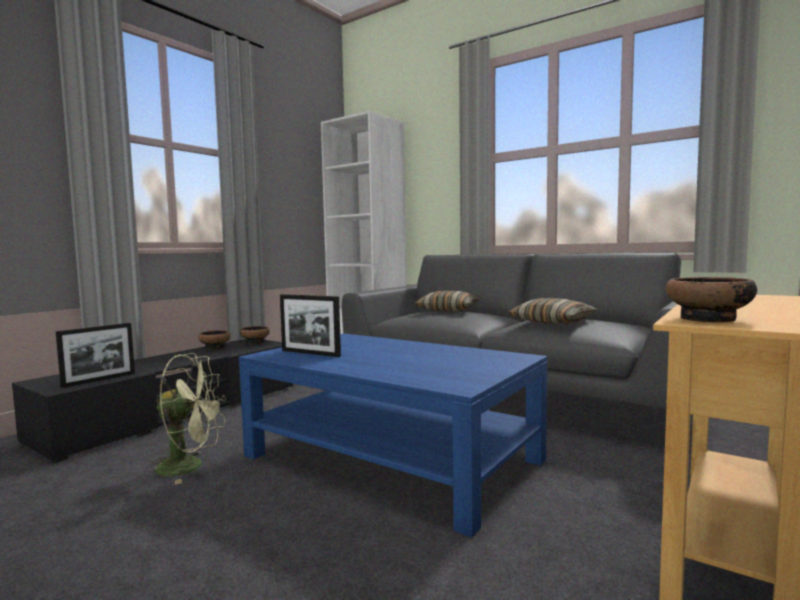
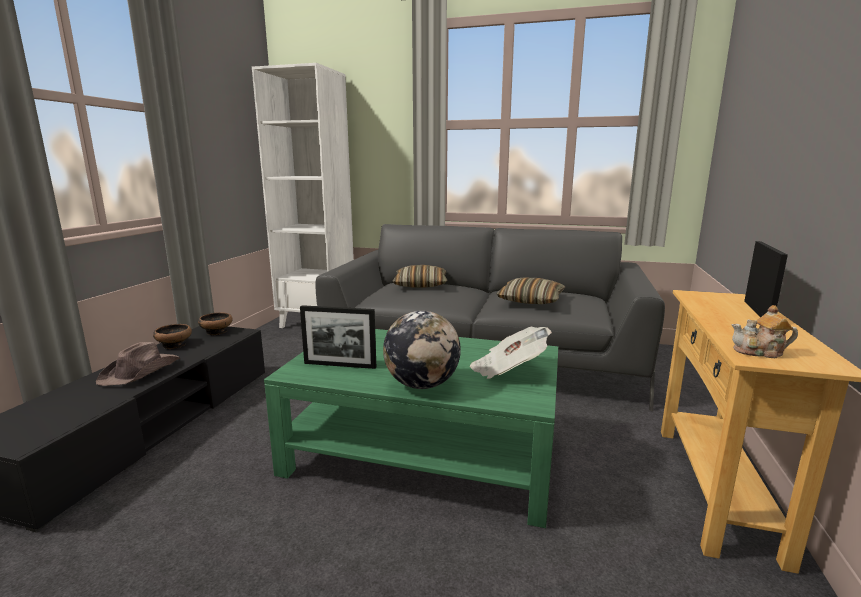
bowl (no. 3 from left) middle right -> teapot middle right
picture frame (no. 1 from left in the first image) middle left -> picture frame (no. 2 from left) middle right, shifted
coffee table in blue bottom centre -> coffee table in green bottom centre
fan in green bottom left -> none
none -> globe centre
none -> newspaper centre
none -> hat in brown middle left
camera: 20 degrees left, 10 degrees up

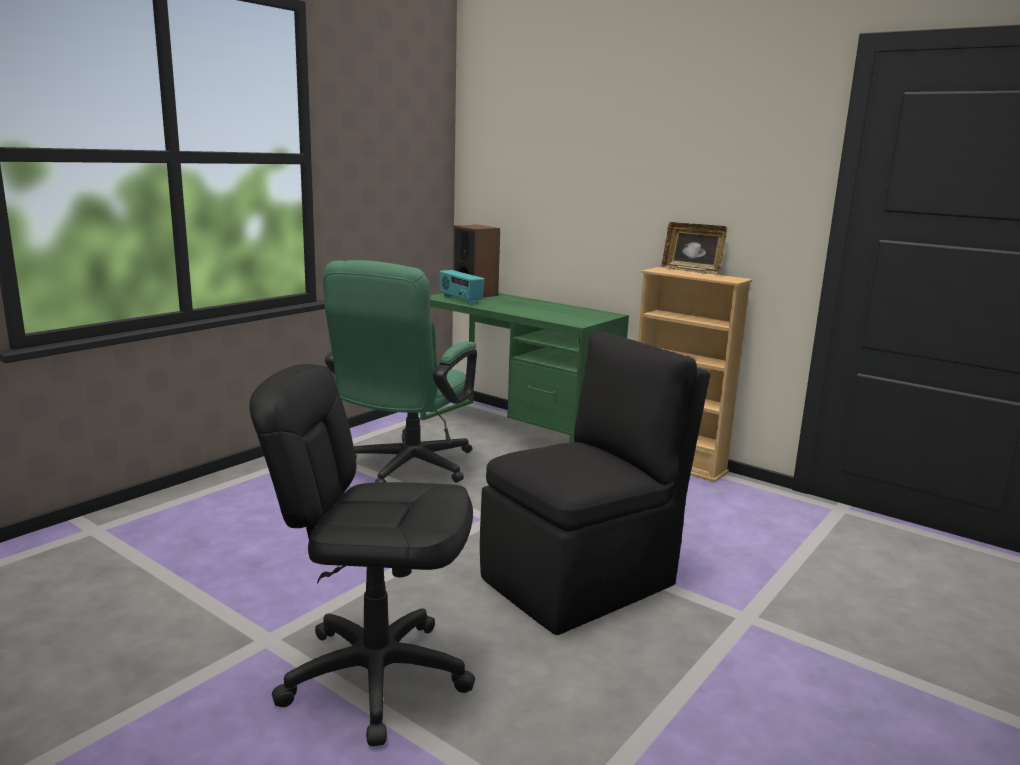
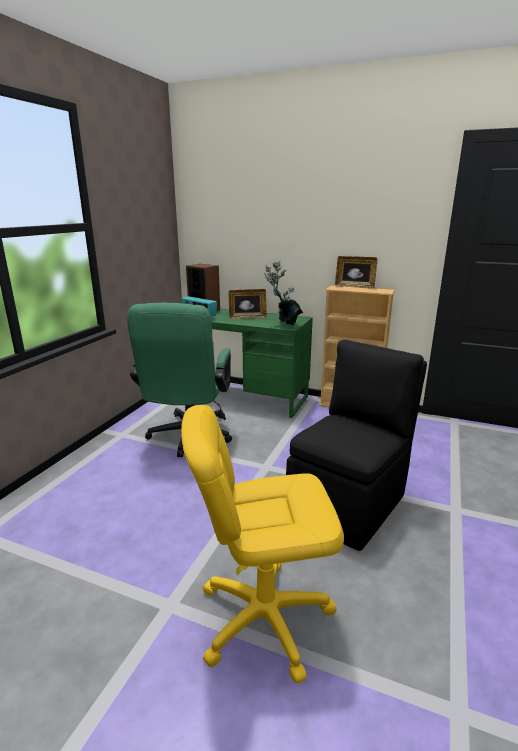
office chair in black bottom centre -> office chair in yellow bottom centre
none -> potted plant centre
none -> picture frame (no. 1 from left) centre
camera: 15 degrees left, 5 degrees up

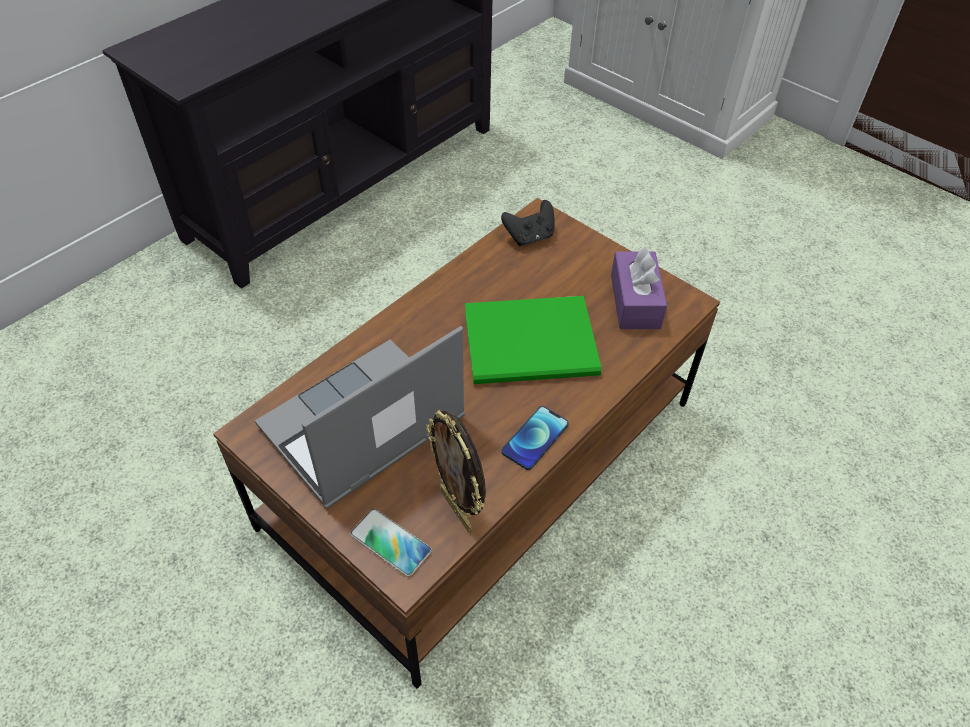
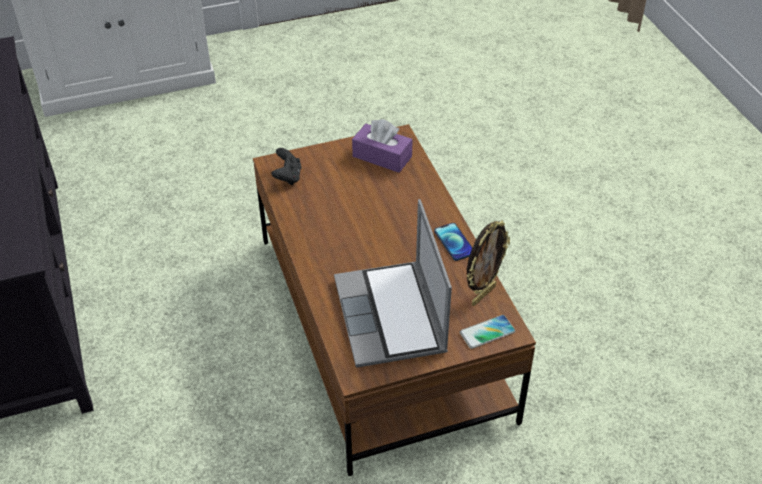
book in green centre -> none
picture frame centre, 45 degrees counterclockwise
camera: 60 degrees left, 5 degrees down

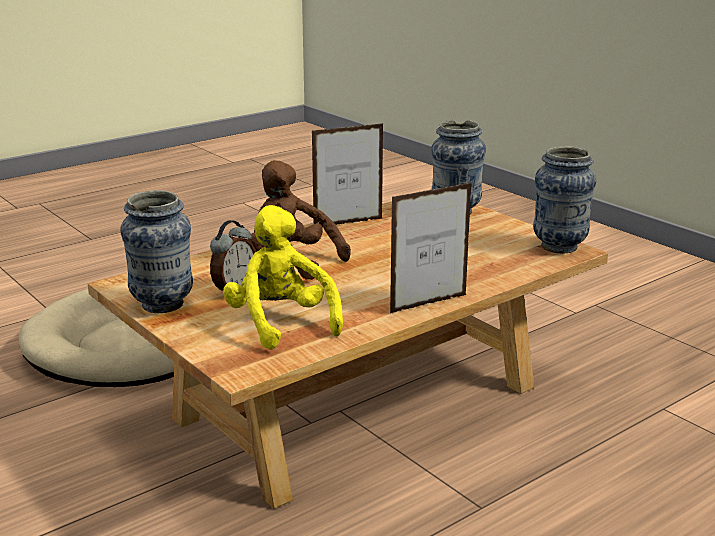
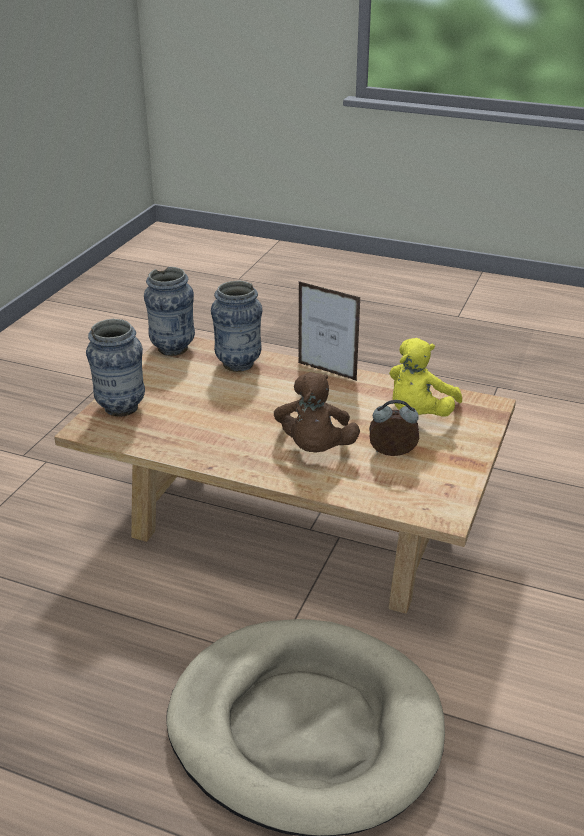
picture frame (no. 1 from left) top centre -> none
vase (no. 1 from left in the first image) middle left -> vase (no. 3 from left) centre, shifted
camera: 120 degrees left, 10 degrees up

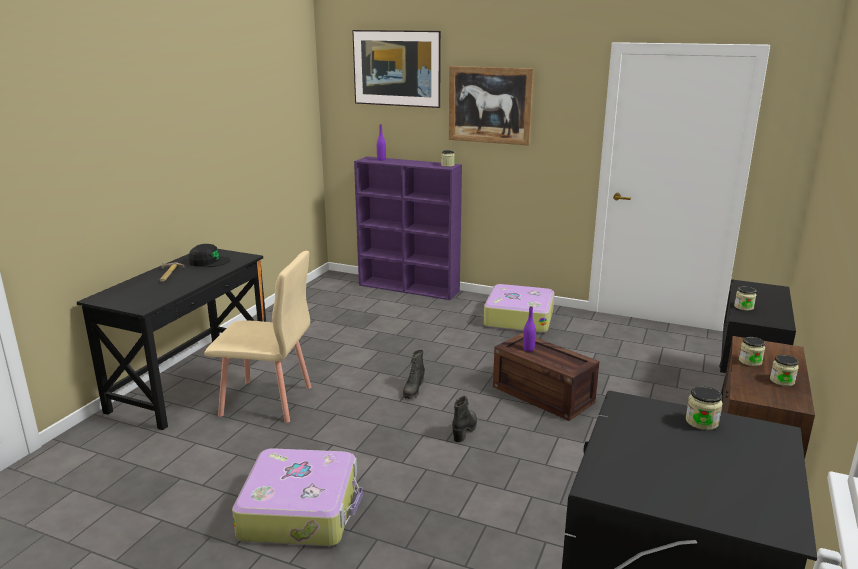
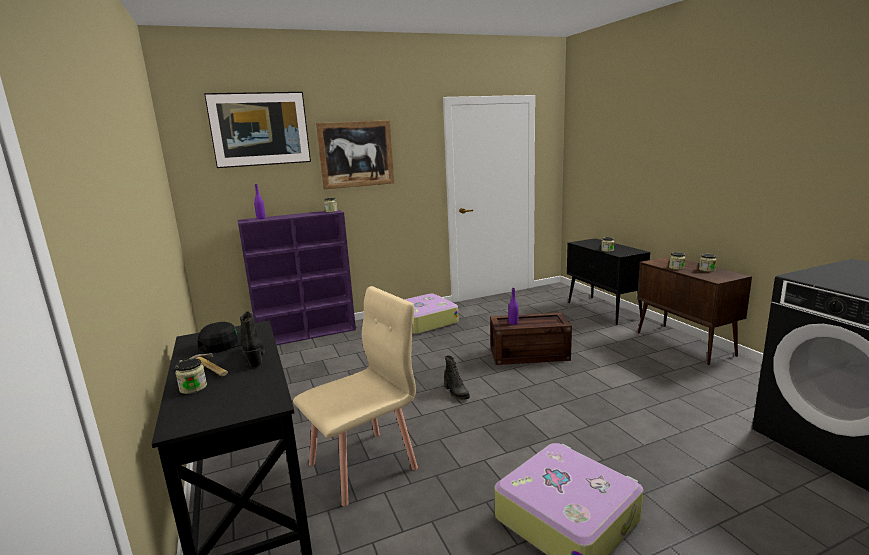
jar (no. 2 from left in the first image) bottom right -> jar (no. 1 from left) bottom left, shifted
boot in black (no. 2 from left in the first image) bottom centre -> boot in black (no. 1 from left) middle left, shifted
camera: 45 degrees left, 5 degrees down

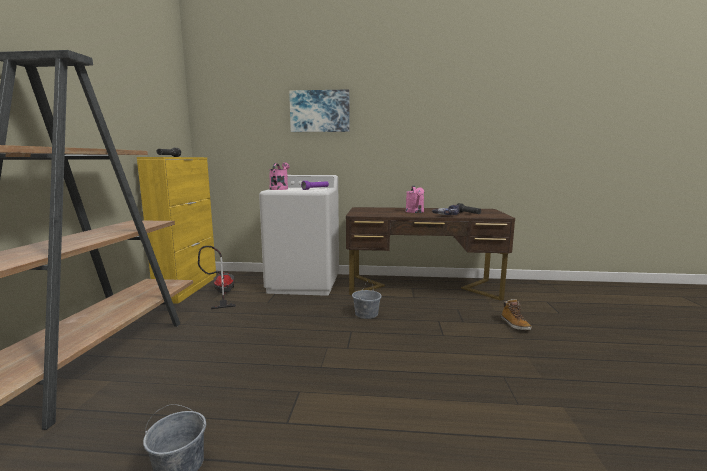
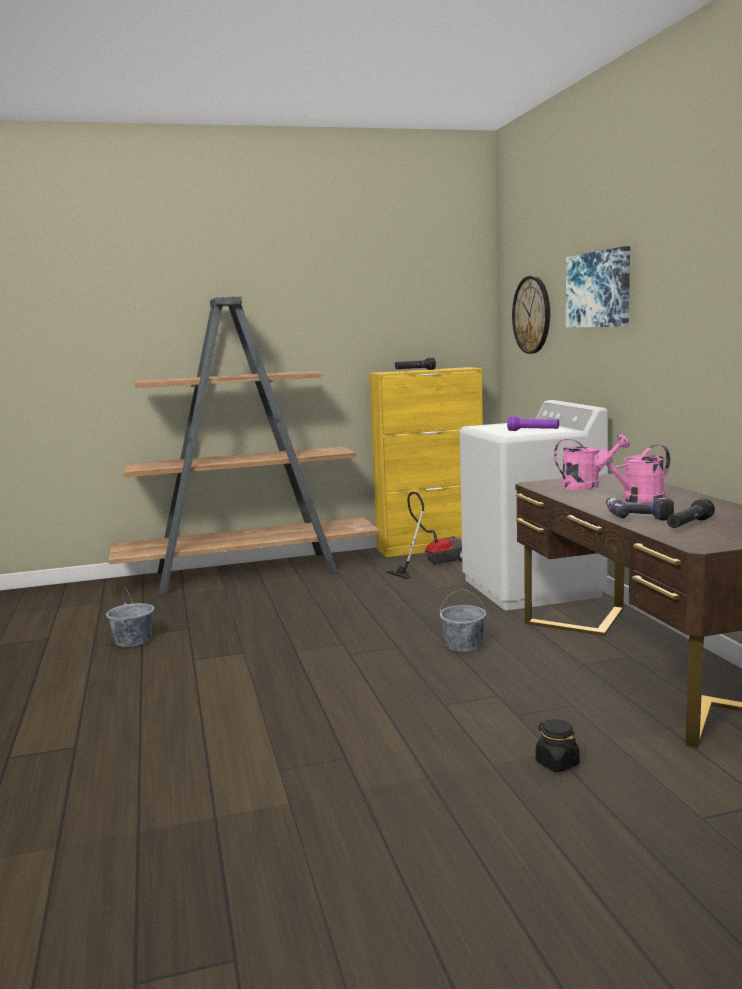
watering can in pink (no. 1 from left) centre -> watering can in pink (no. 1 from left) middle right, shifted
boot bottom right -> jar in black bottom right
none -> wall clock top right
camera: 70 degrees right, 0 degrees up

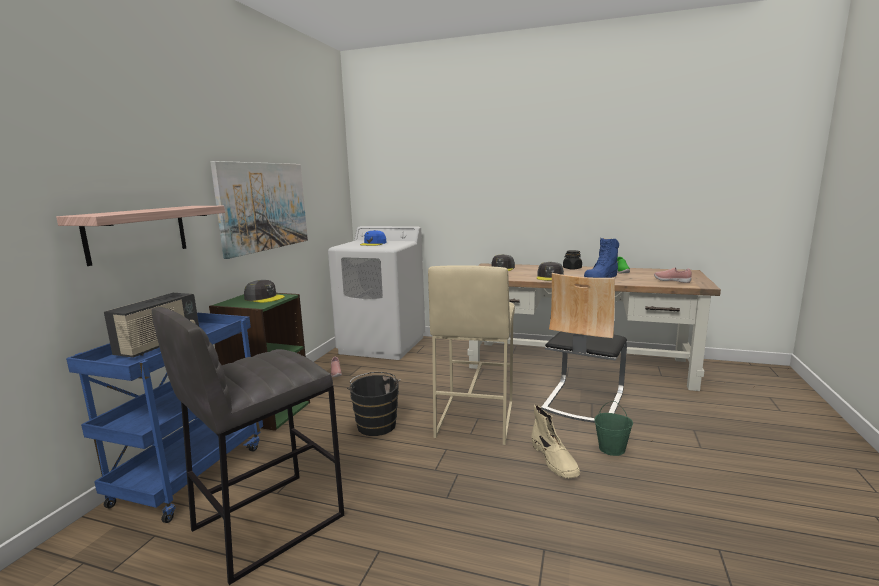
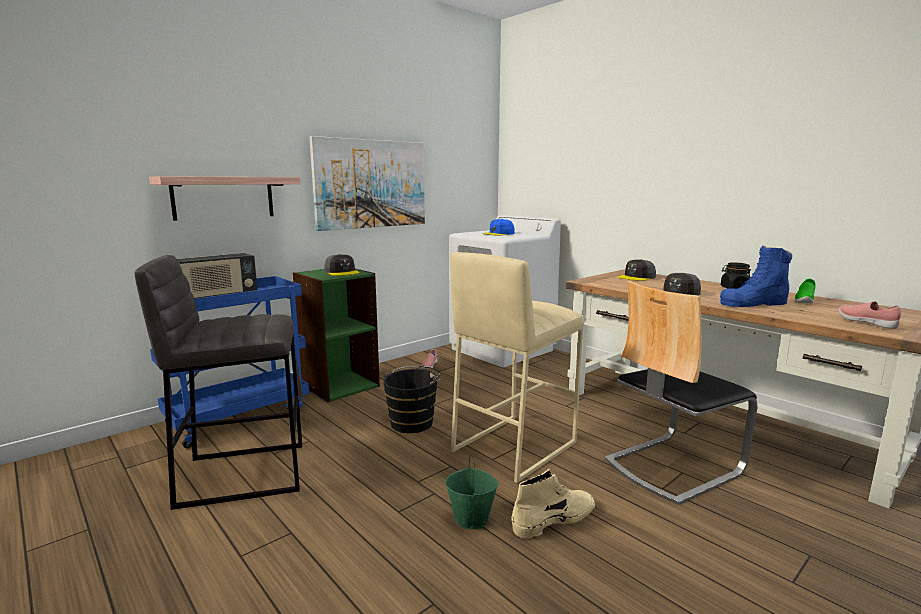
bucket in green bottom right -> bucket in green bottom centre, shifted
boot in beige bottom centre, 135 degrees counterclockwise
camera: 30 degrees right, 0 degrees up

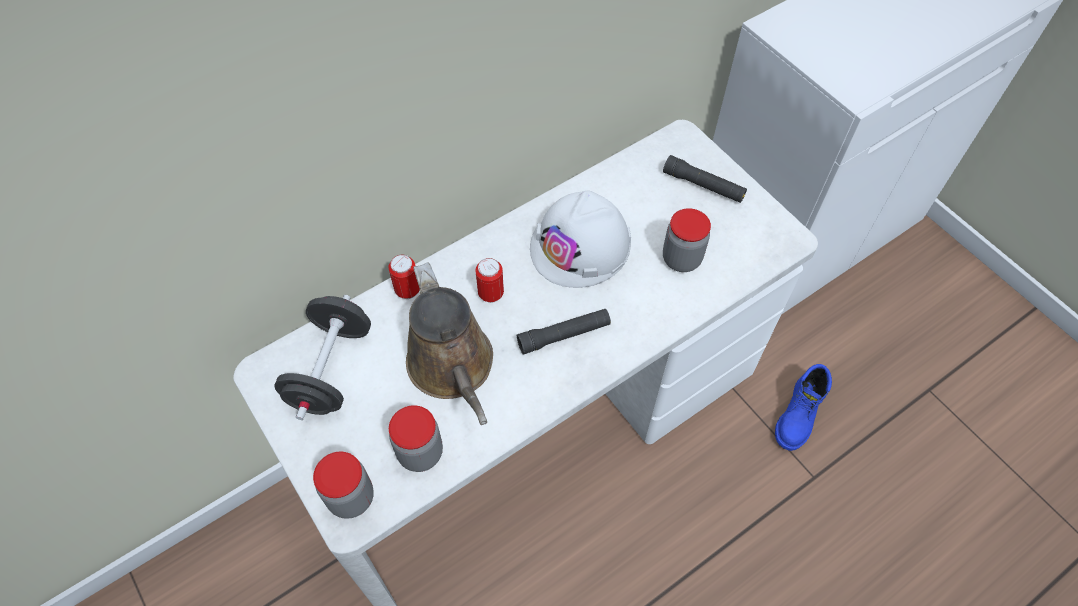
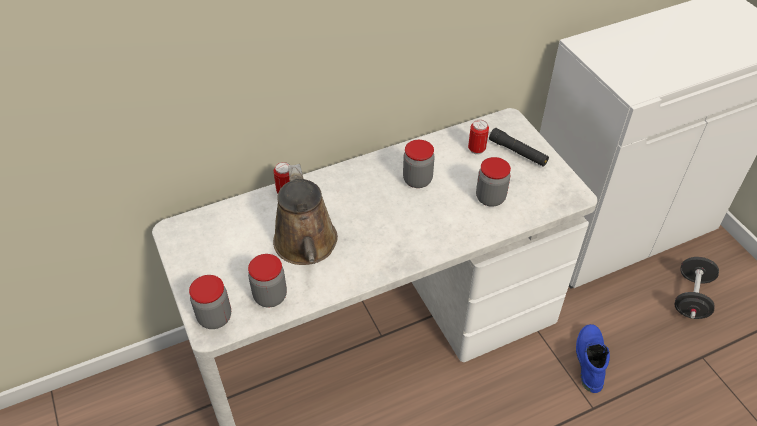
hard hat in white centre -> jar (no. 3 from left) centre
can (no. 2 from left) centre -> can (no. 2 from left) top centre, shifted
dumbbell in black middle left -> dumbbell in black bottom right, shifted
flashlight in black (no. 1 from left) centre -> none
boot in blue bottom right, 150 degrees clockwise
camera: 10 degrees right, 10 degrees down

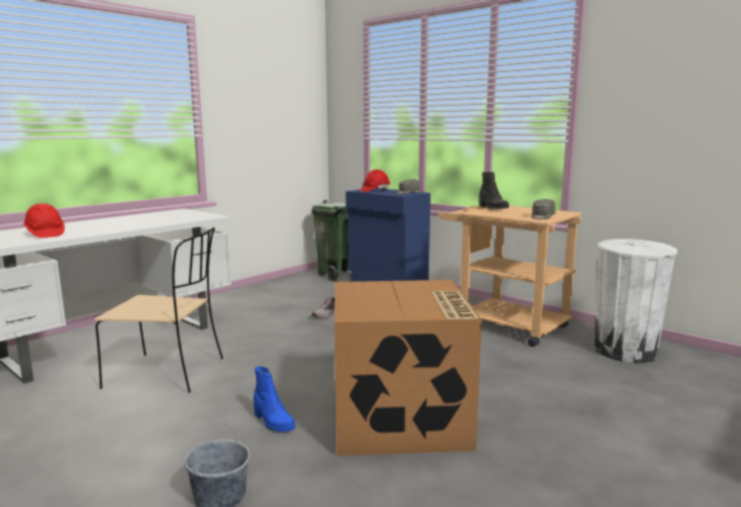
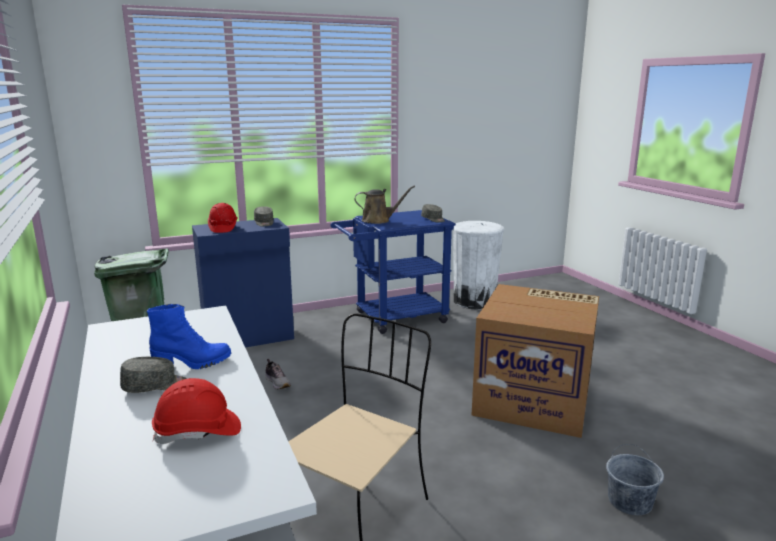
boot in black middle right -> watering can in brown centre
cart in beige middle right -> cart in blue centre
boot in blue bottom centre -> boot in blue middle left, shifted
none -> cap in grey (no. 1 from left) bottom left
camera: 65 degrees left, 5 degrees up

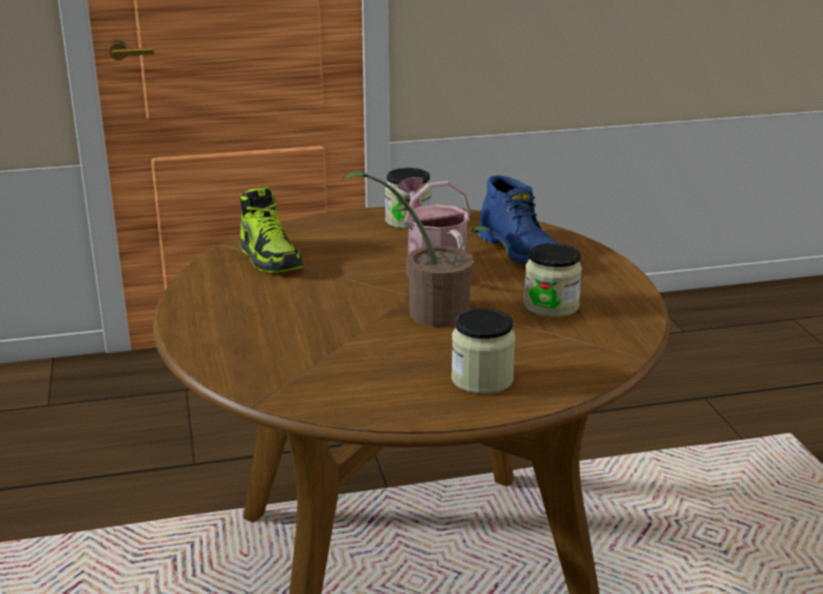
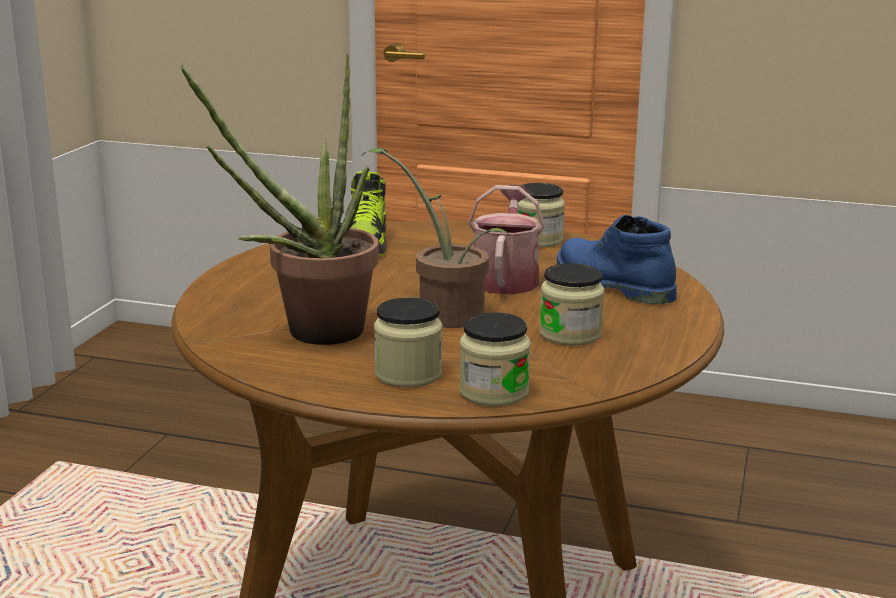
boot in blue centre -> boot in blue middle right, 135 degrees clockwise
none -> potted plant (no. 1 from left) top left
none -> jar (no. 2 from left) centre
camera: 30 degrees right, 5 degrees down

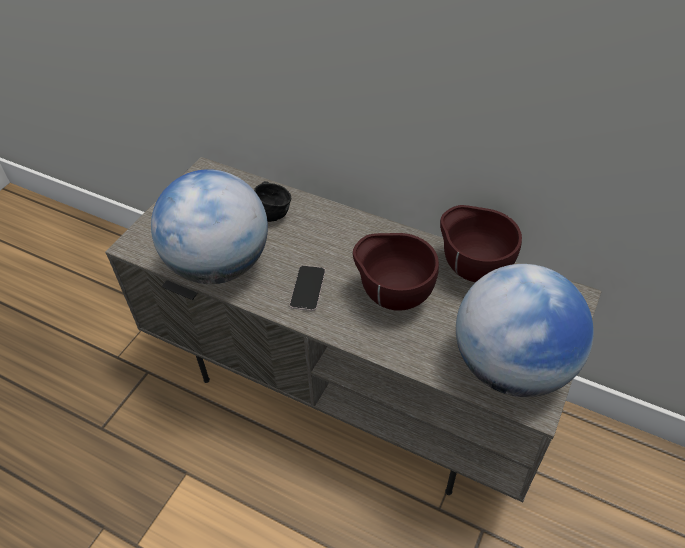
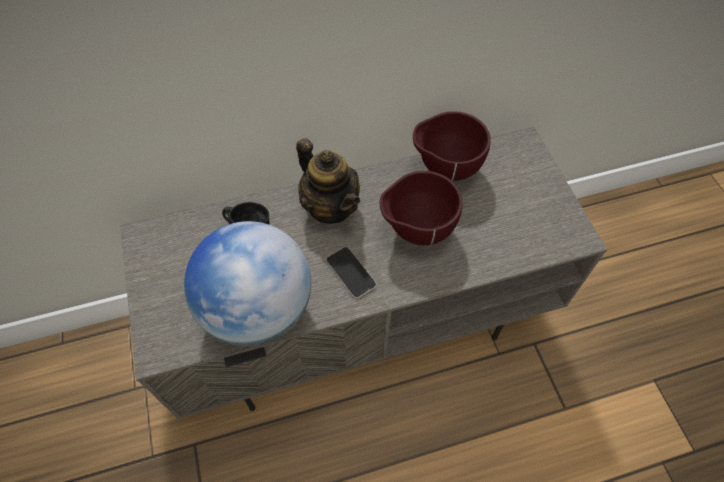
globe (no. 2 from left) middle right -> none
none -> teapot centre
camera: 45 degrees left, 10 degrees up

